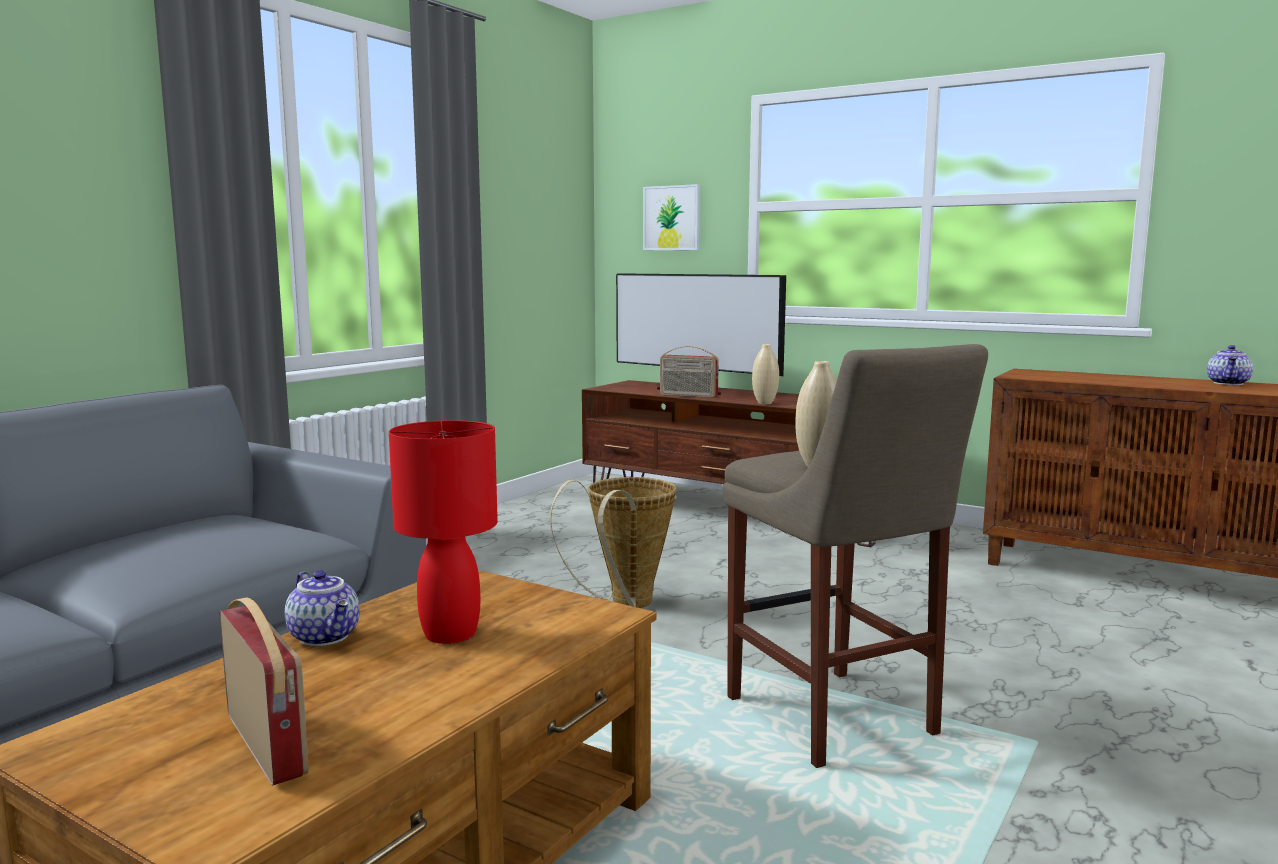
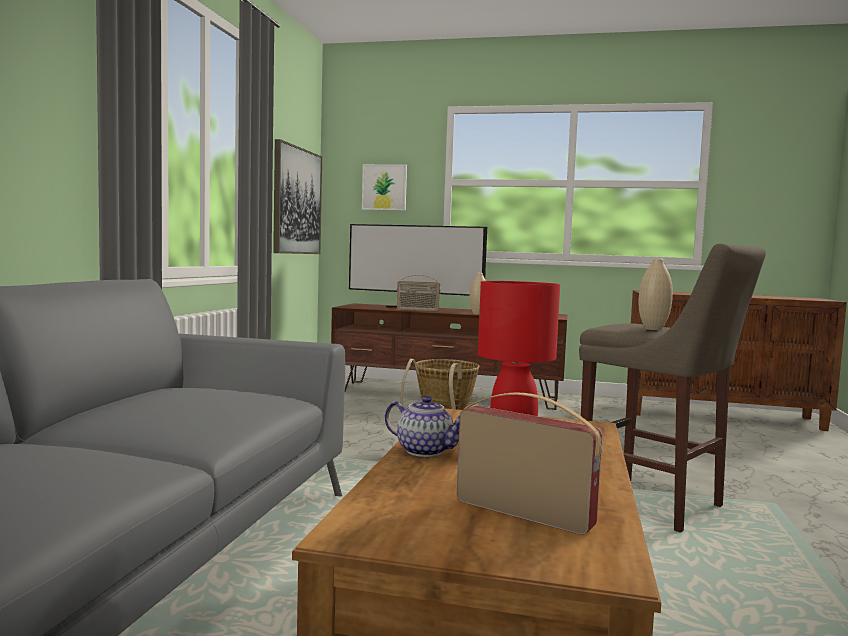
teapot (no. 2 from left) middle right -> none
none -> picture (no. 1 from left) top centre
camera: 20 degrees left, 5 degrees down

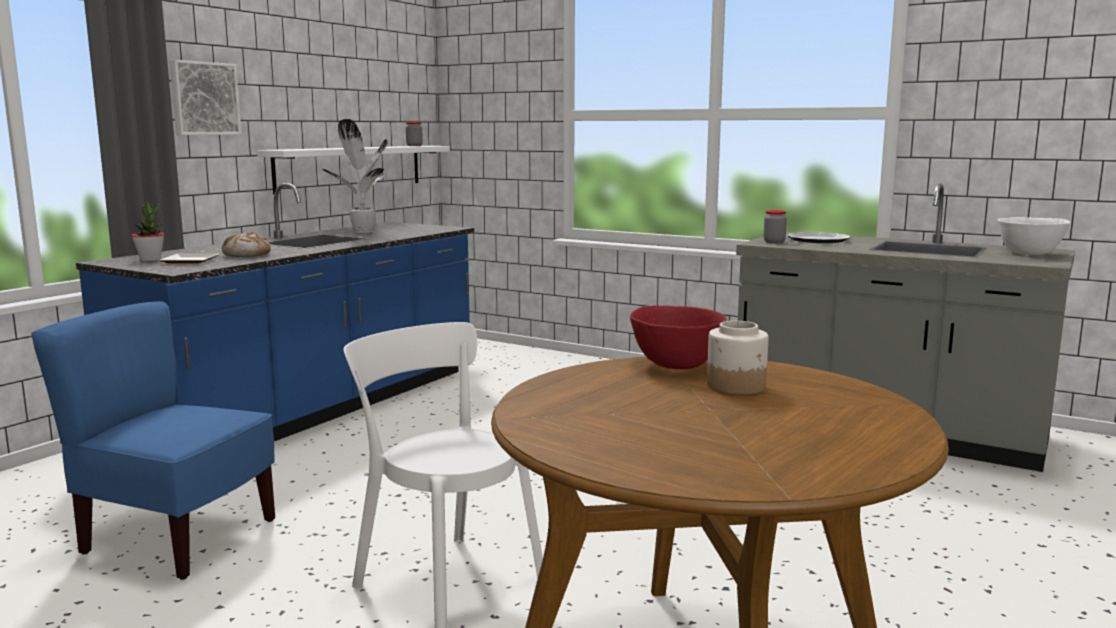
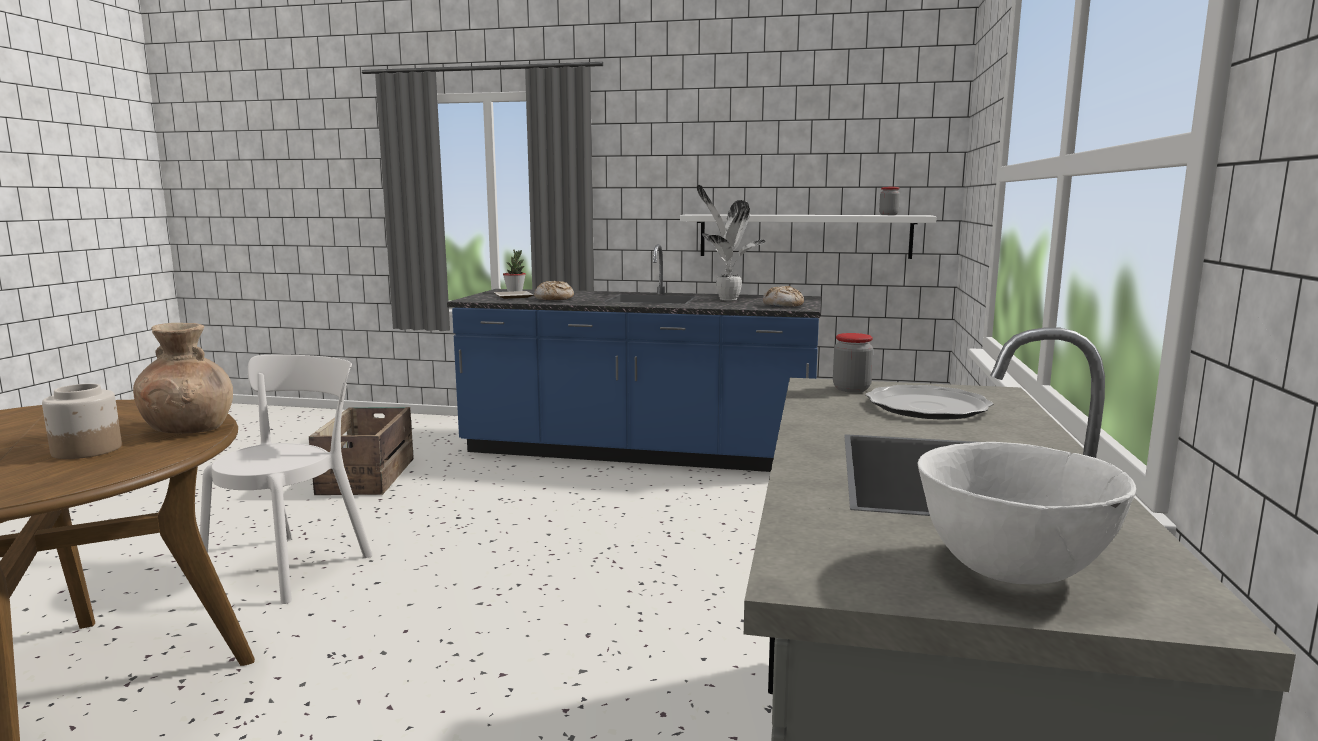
picture top left -> none
chair in blue bottom left -> crate middle left
bowl in red centre -> vase in brown middle left
none -> bread (no. 2 from left) centre
camera: 70 degrees right, 0 degrees up

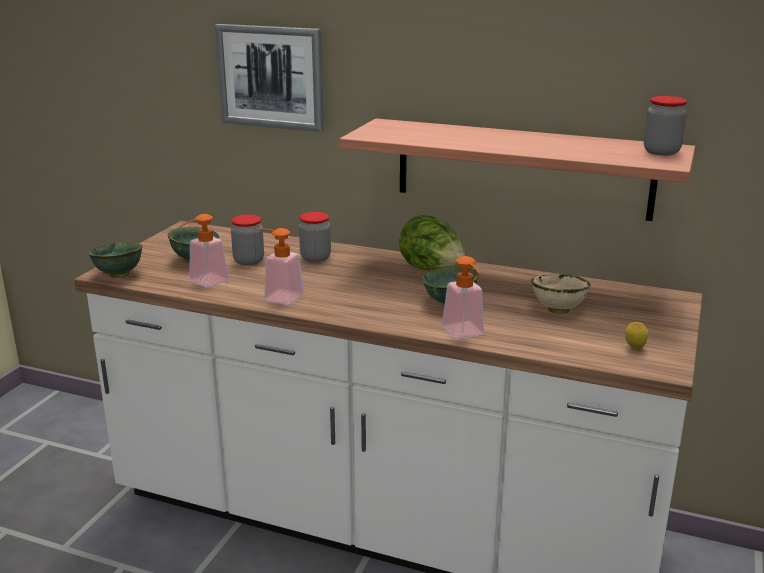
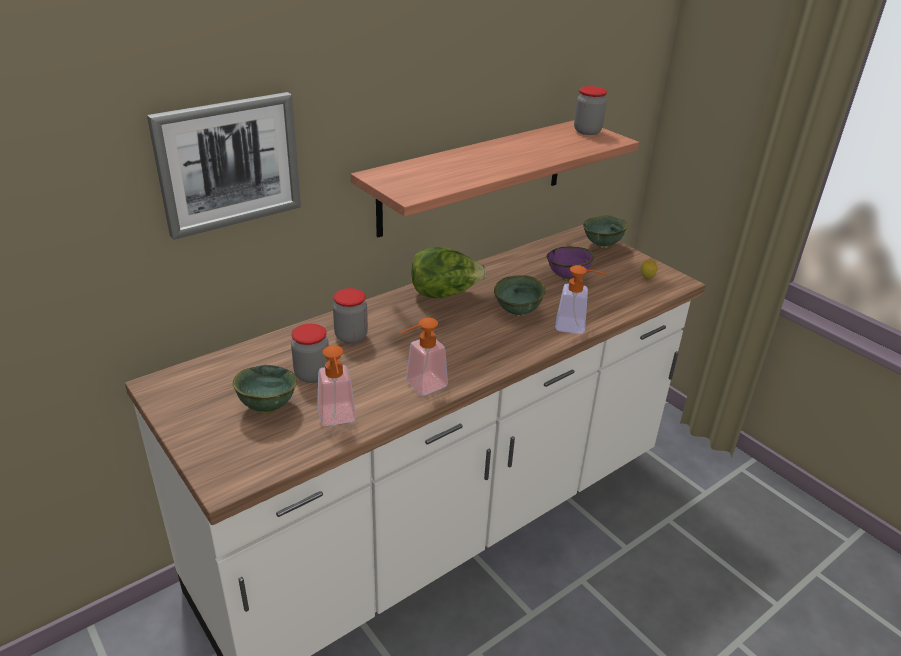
bowl in green (no. 1 from left in the first image) middle left -> bowl in green (no. 3 from left) middle right, shifted
bowl in beige middle right -> bowl in purple centre
camera: 60 degrees left, 10 degrees up

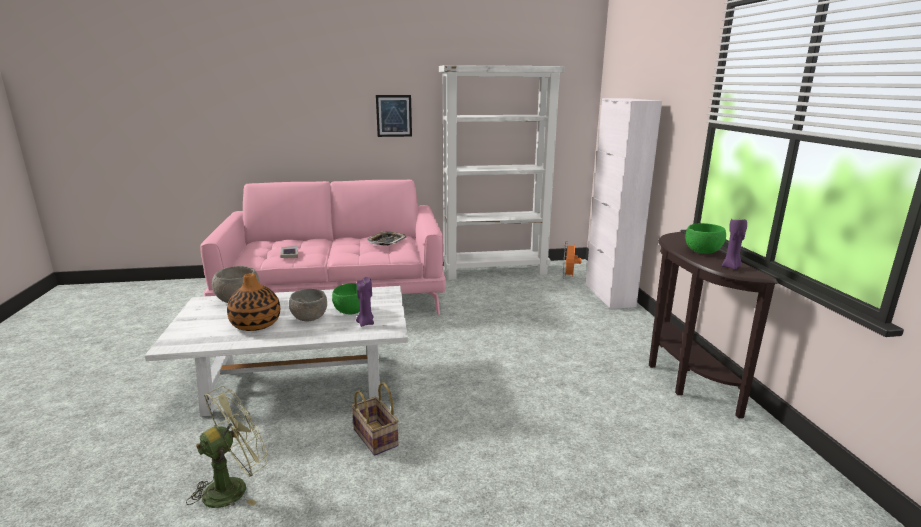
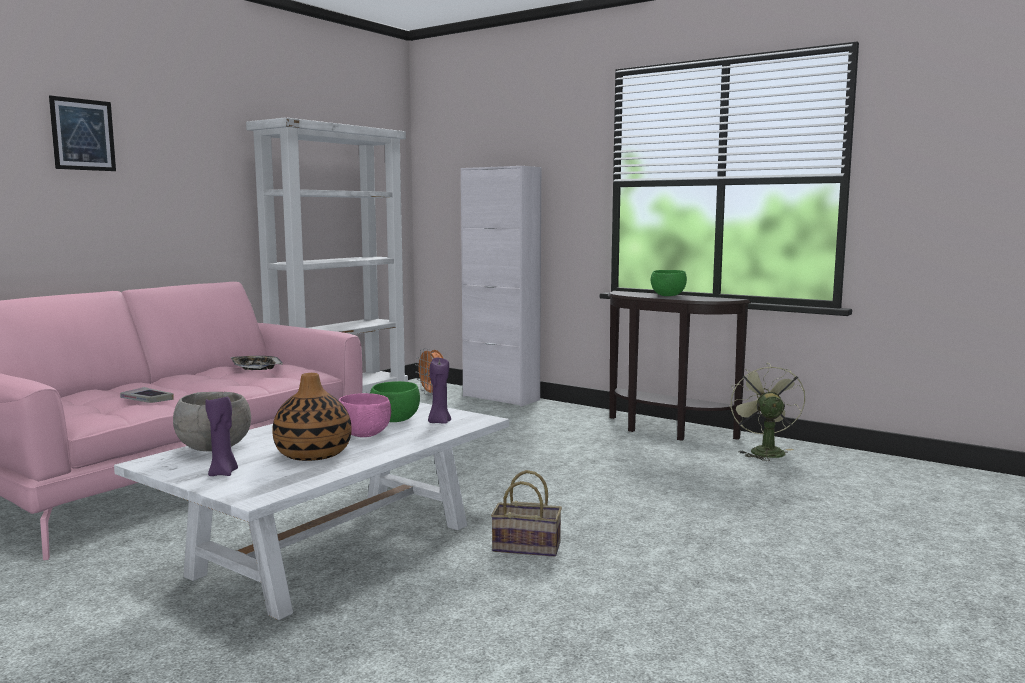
picture top centre -> picture top left, shifted
candle in purple (no. 2 from left in the first image) middle right -> candle in purple (no. 1 from left) middle left, shifted
bowl in grey (no. 2 from left) centre -> bowl in pink centre
fan in green bottom left -> fan in green middle right, shifted
camera: 45 degrees left, 10 degrees down

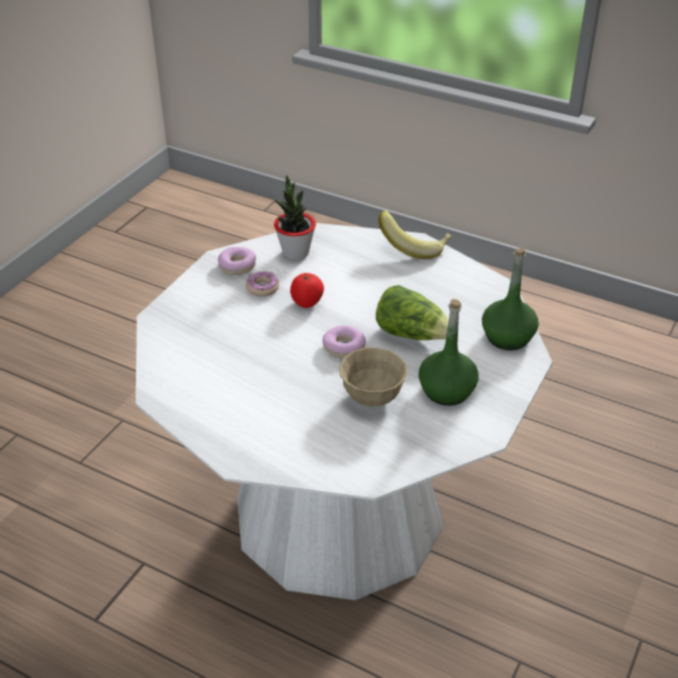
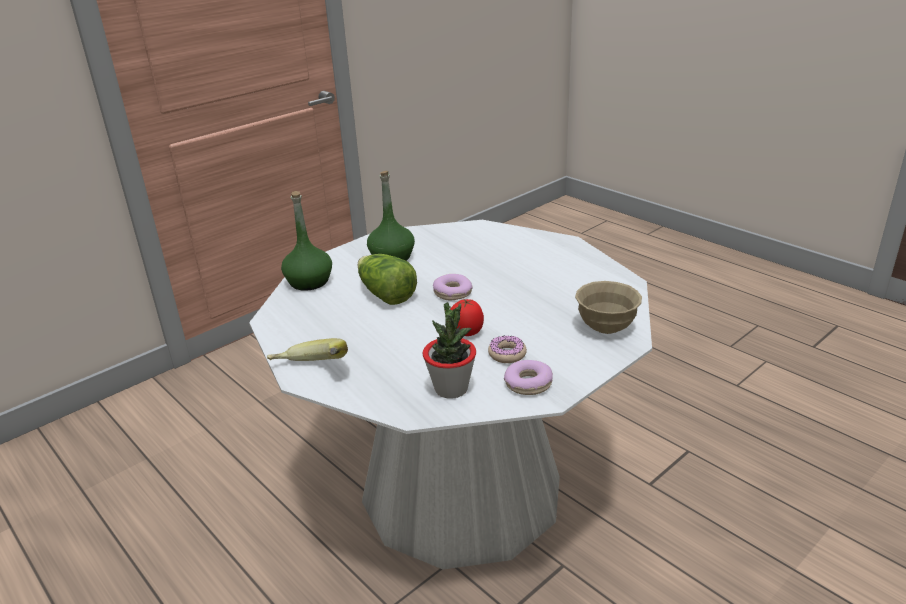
bowl in beige centre -> bowl in beige middle right, shifted
camera: 160 degrees left, 10 degrees down

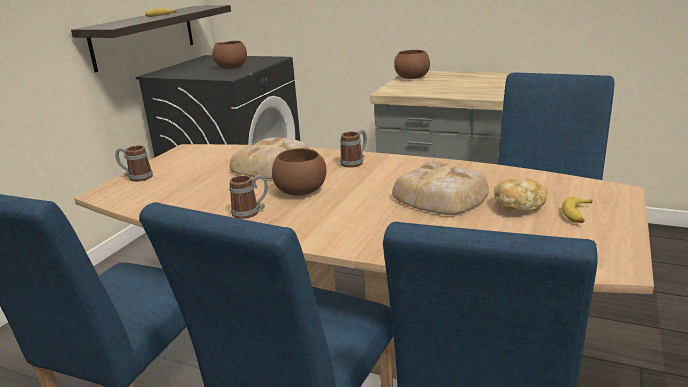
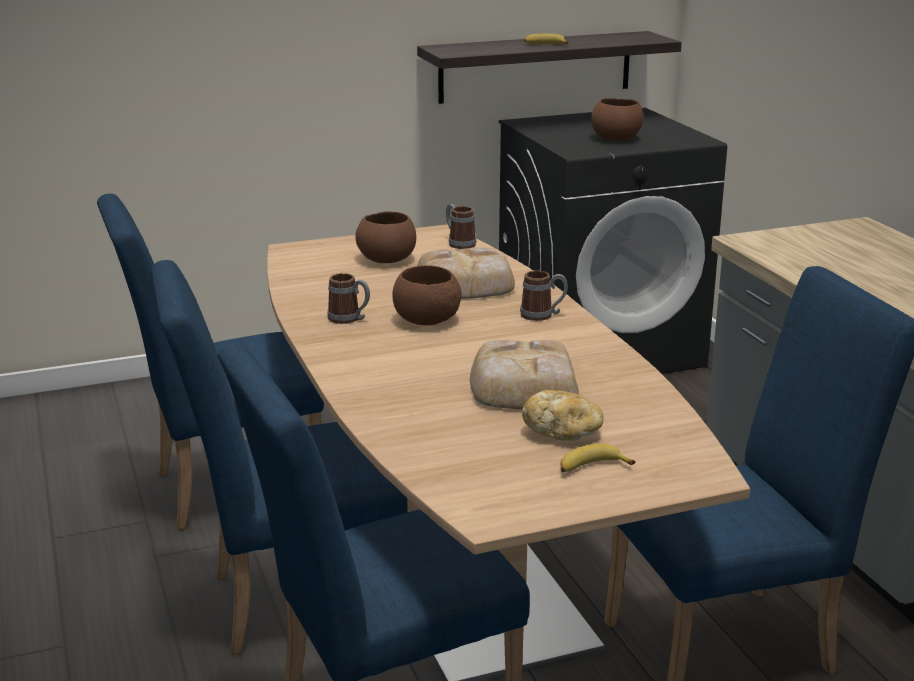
bowl in brown (no. 3 from left in the first image) top centre -> bowl in brown (no. 1 from left) centre, shifted
mug (no. 1 from left in the first image) middle left -> mug (no. 2 from left) top centre, shifted
camera: 45 degrees right, 0 degrees up

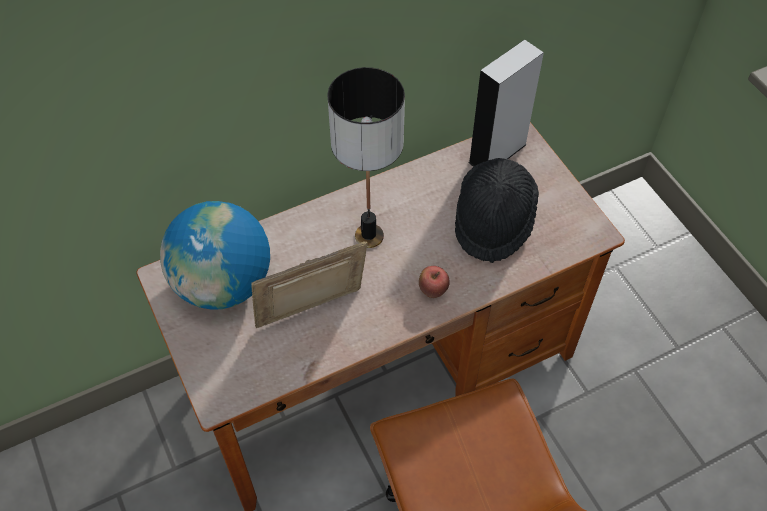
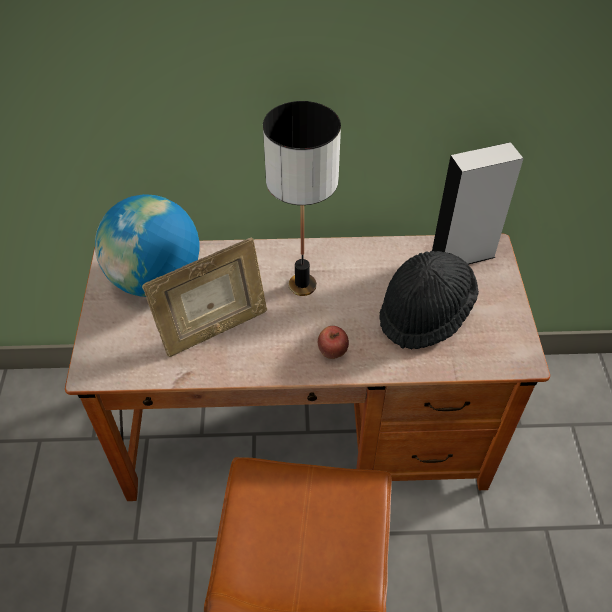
picture frame centre, 150 degrees clockwise
camera: 25 degrees right, 5 degrees down

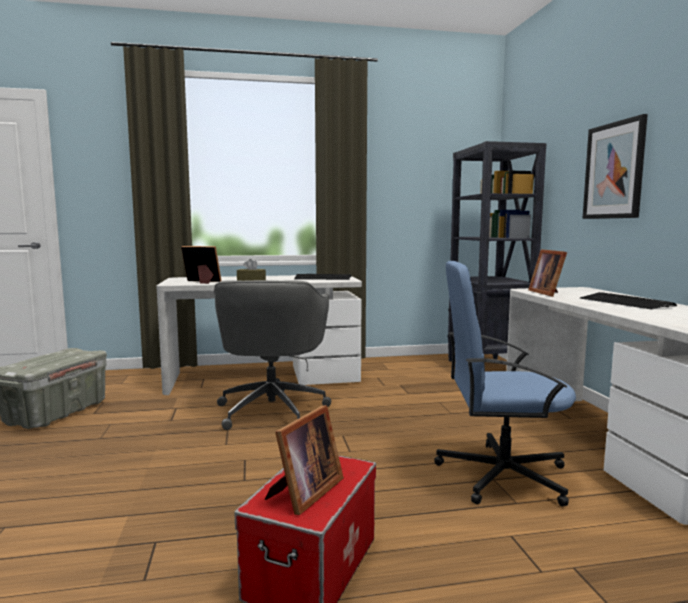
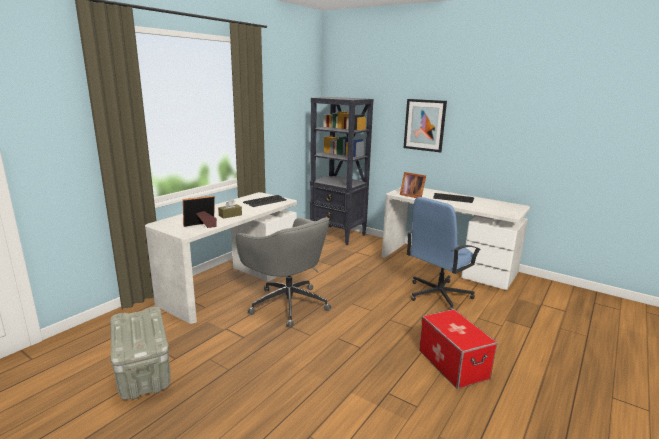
picture frame (no. 2 from left) bottom centre -> none
camera: 45 degrees left, 10 degrees up

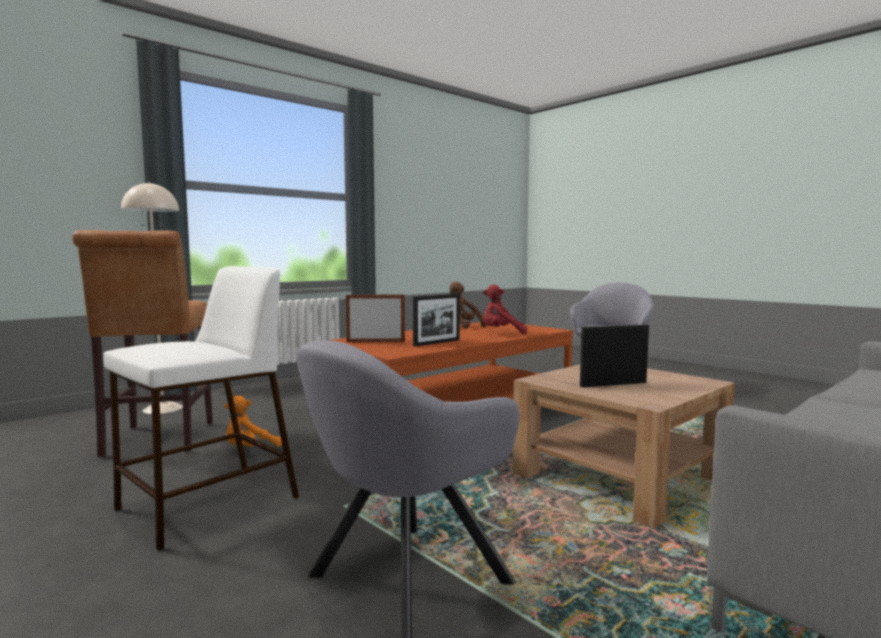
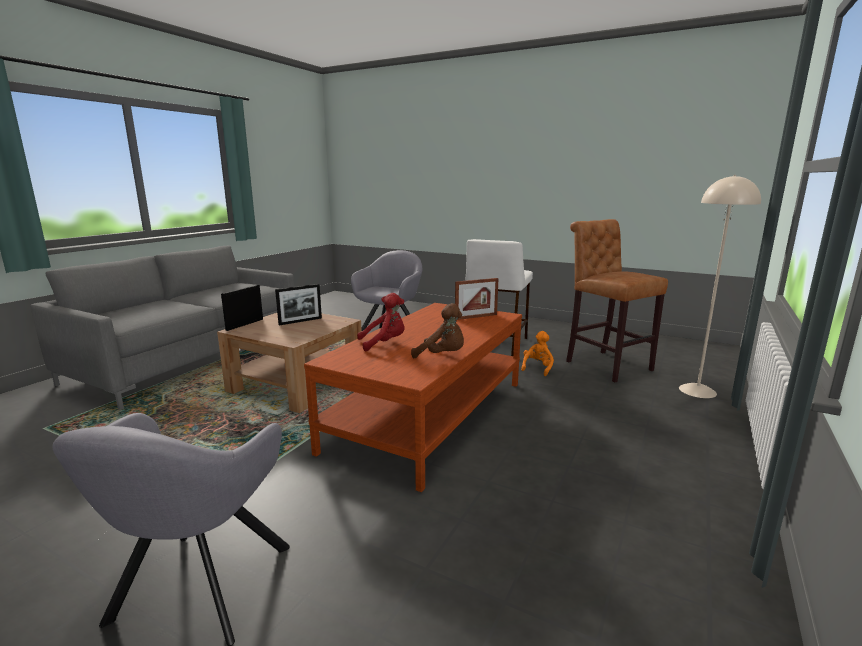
picture frame (no. 2 from left in the first image) centre -> picture frame (no. 1 from left) middle left, shifted
camera: 160 degrees right, 10 degrees up

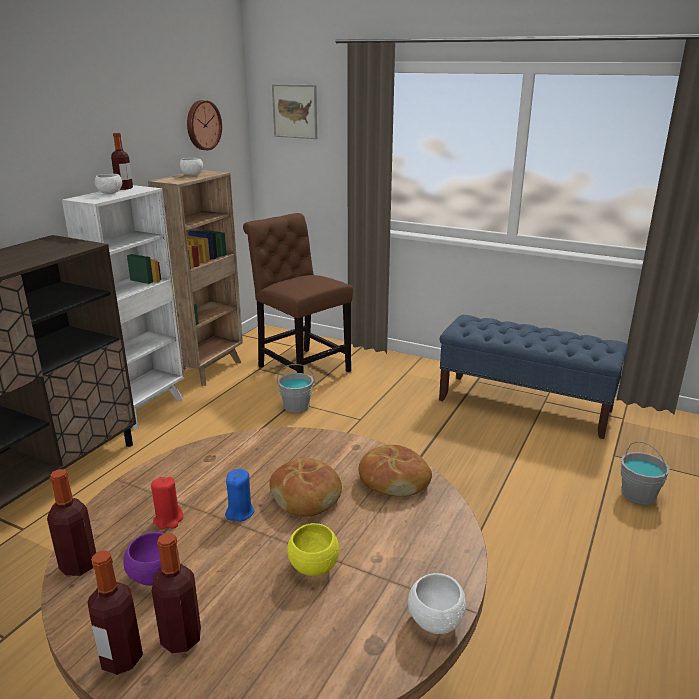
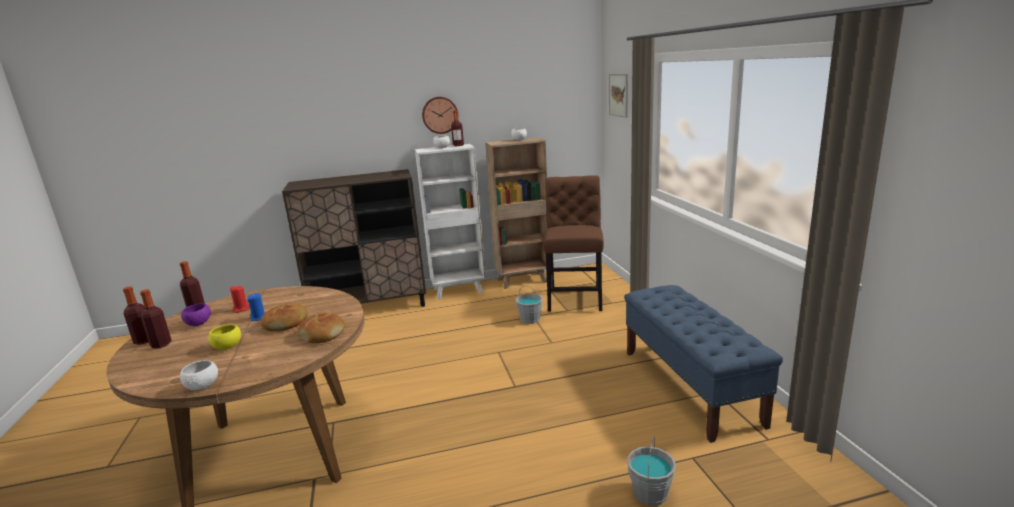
wall clock top left -> wall clock top centre, shifted
camera: 50 degrees right, 5 degrees down

